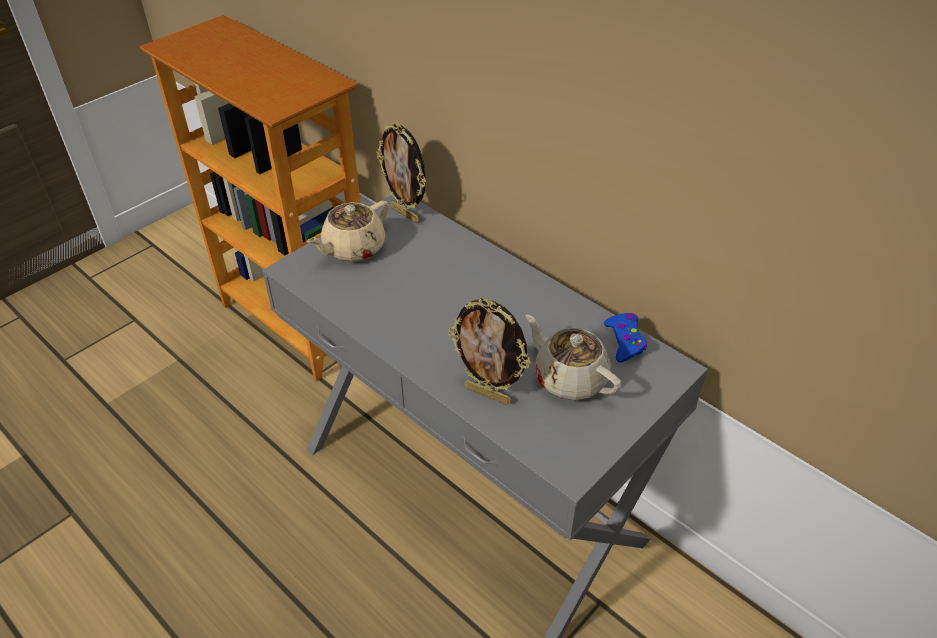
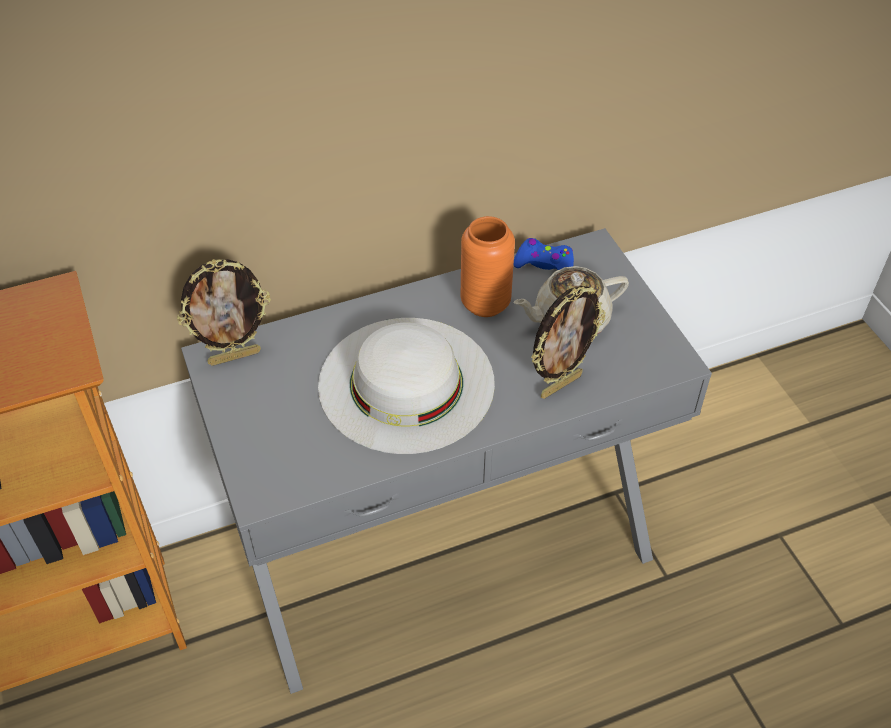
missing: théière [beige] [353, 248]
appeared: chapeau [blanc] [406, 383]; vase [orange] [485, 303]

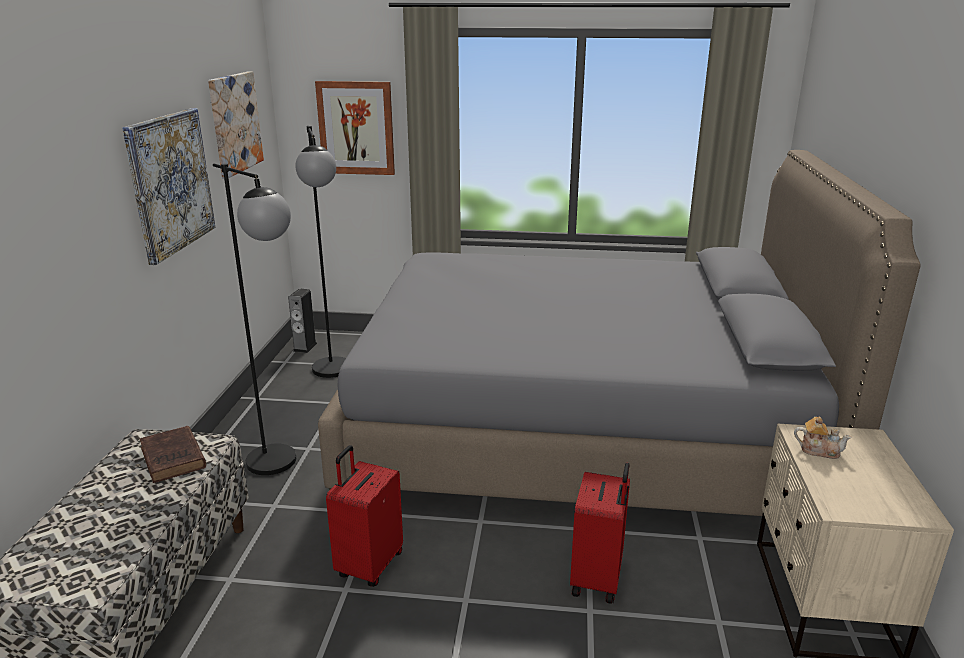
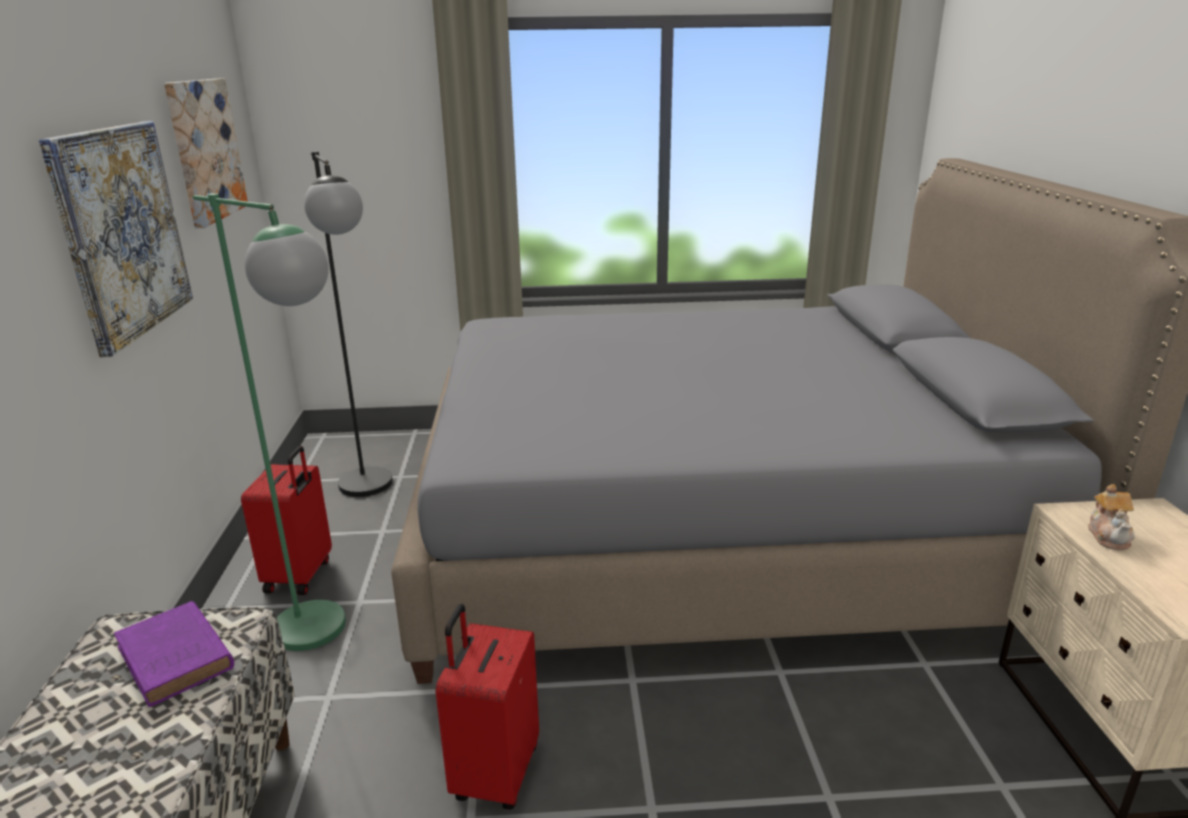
missing: enceinte [305, 347]; tableau [356, 128]
relocated: valise [rouge] [598, 579] to [300, 575]
colour: livre [marron] [173, 459] to livre [violet] [176, 659]; lampadaire [noir] [282, 468] to lampadaire [vert] [327, 636]
spun: théière [818, 450] = [1109, 536] 90 degrees clockwise

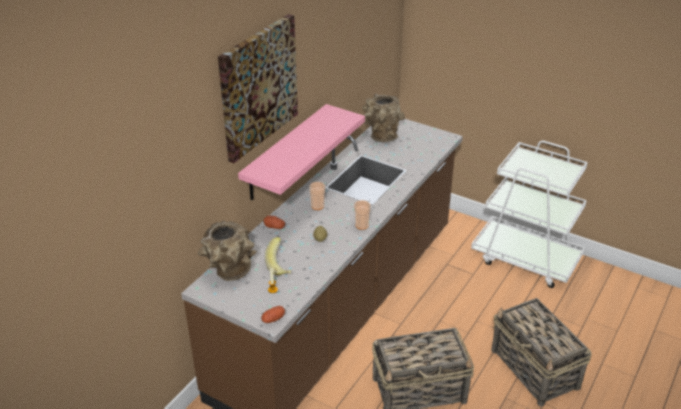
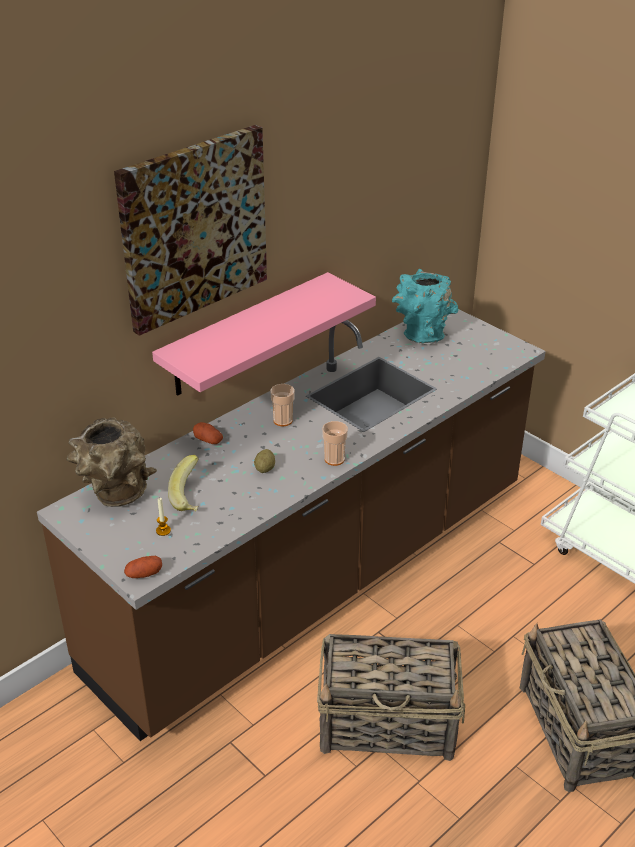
colour: vase [marron] [381, 137] to vase [turquoise] [420, 335]

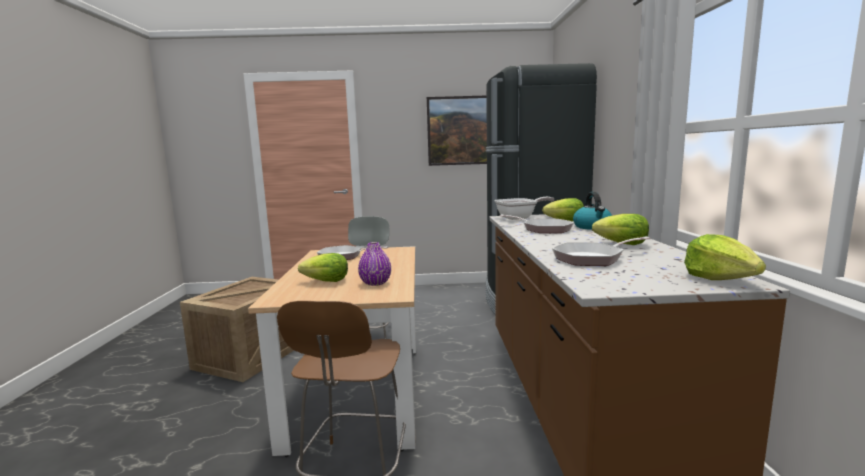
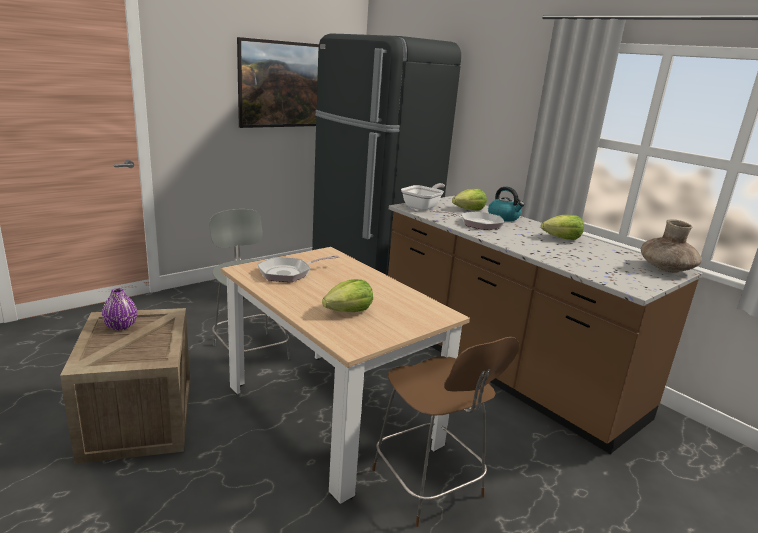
missing: poêle [592, 258]
relocated: vase [violet] [375, 283] to [121, 326]
exchanged: laitue [719, 278] to vase [marron] [666, 268]

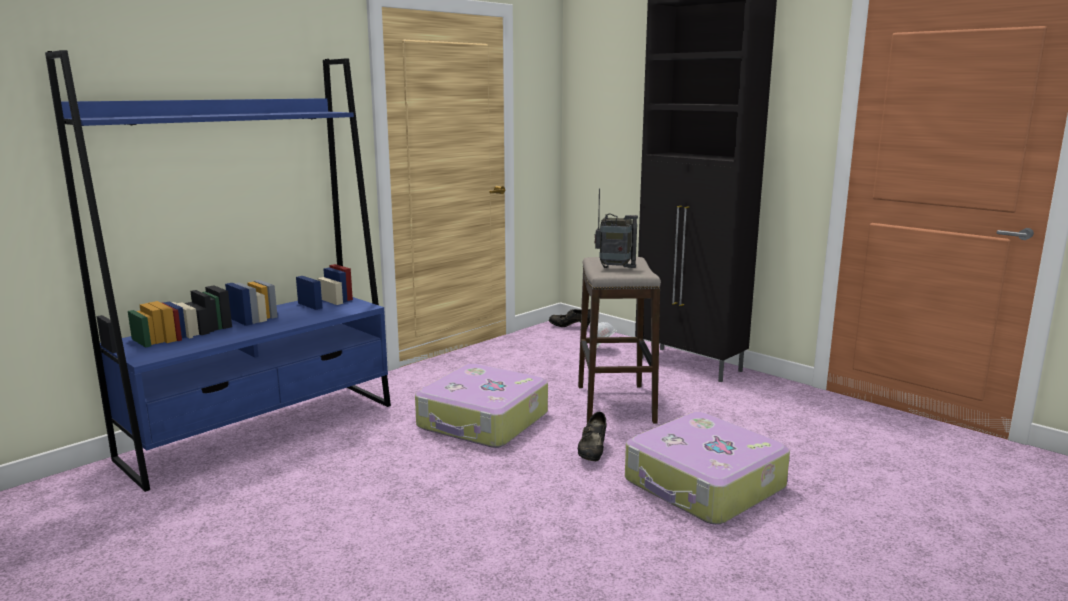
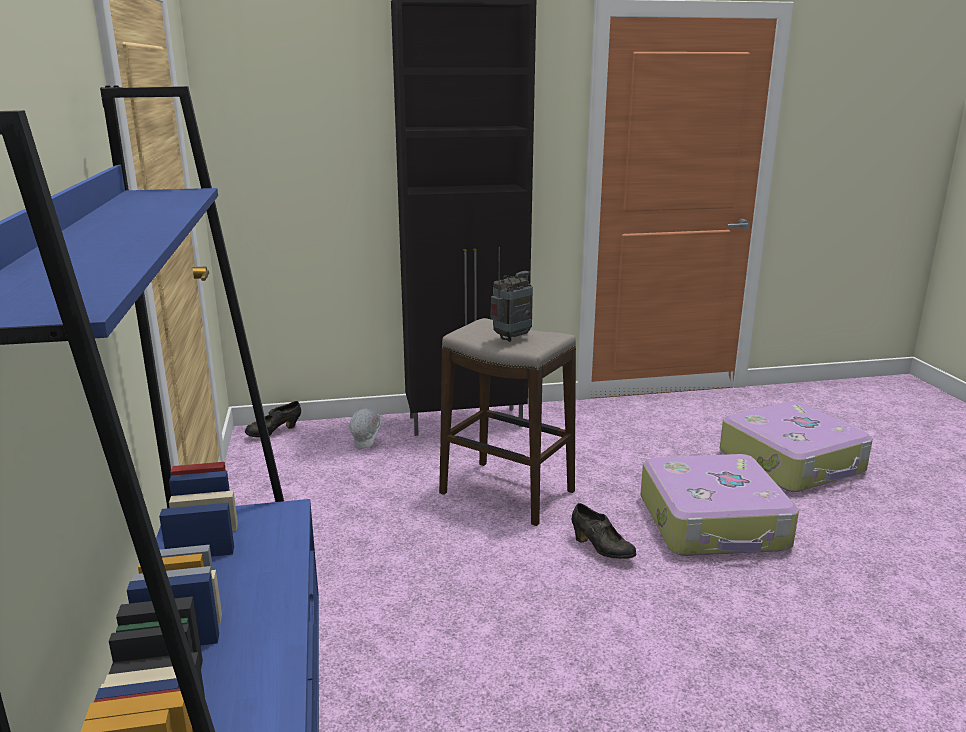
relocated: valise [483, 421] to [792, 462]

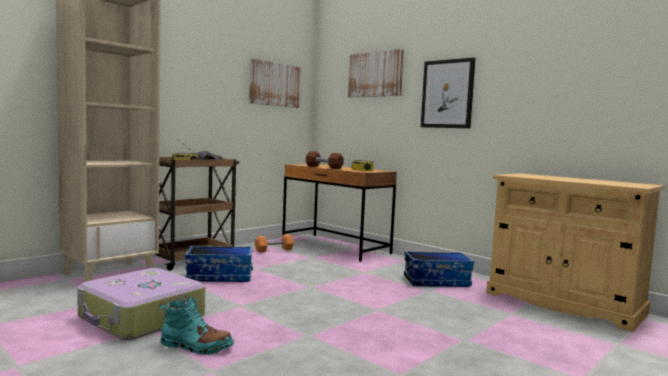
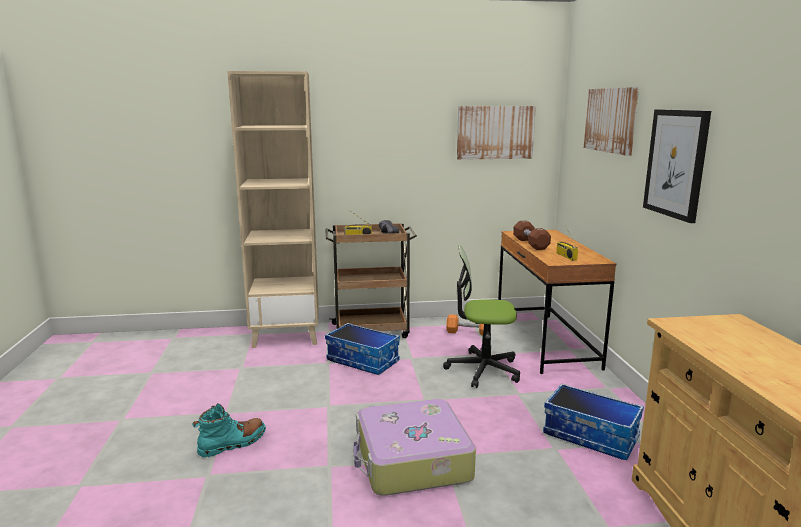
appeared: chaise de bureau [483, 369]
relocated: valise [141, 318] to [411, 461]
spun: botte [turquoise] [196, 346] = [232, 443] 90 degrees counterclockwise

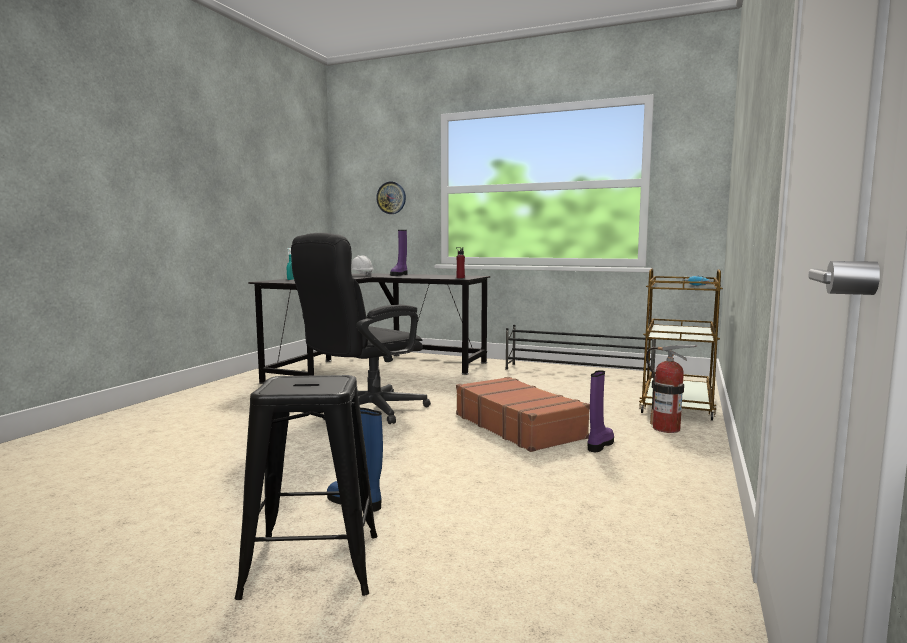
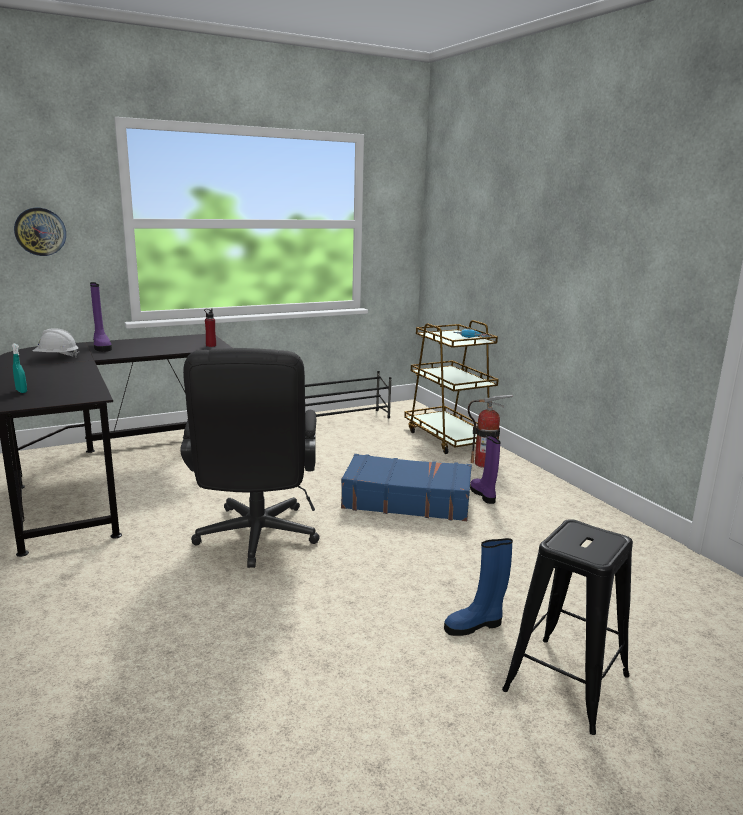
colour: valise [marron] [518, 426] to valise [bleu] [406, 500]

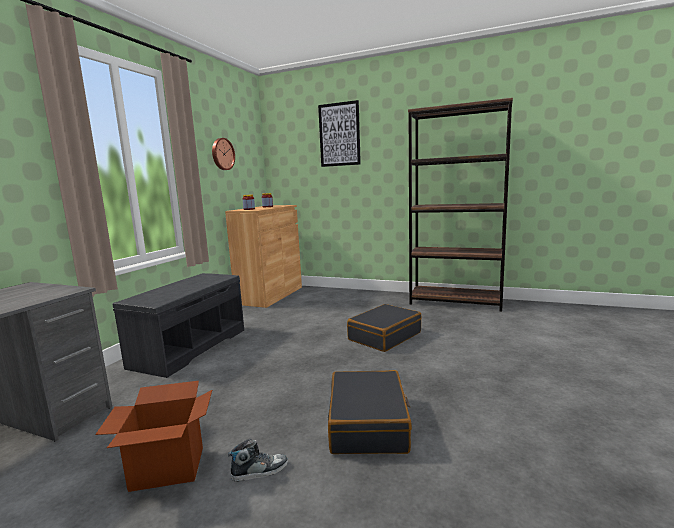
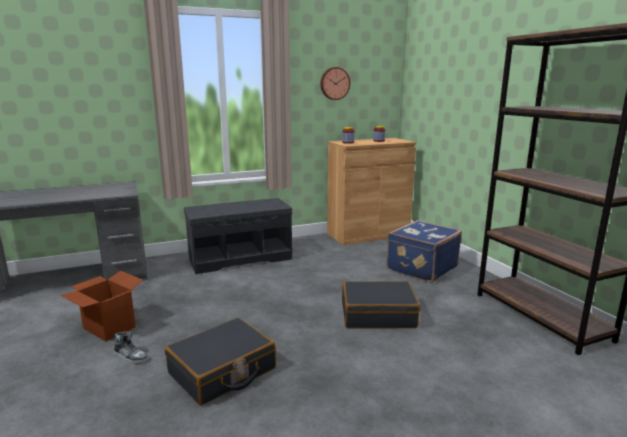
missing: tableau [339, 134]
appeared: valise [bleu] [420, 268]

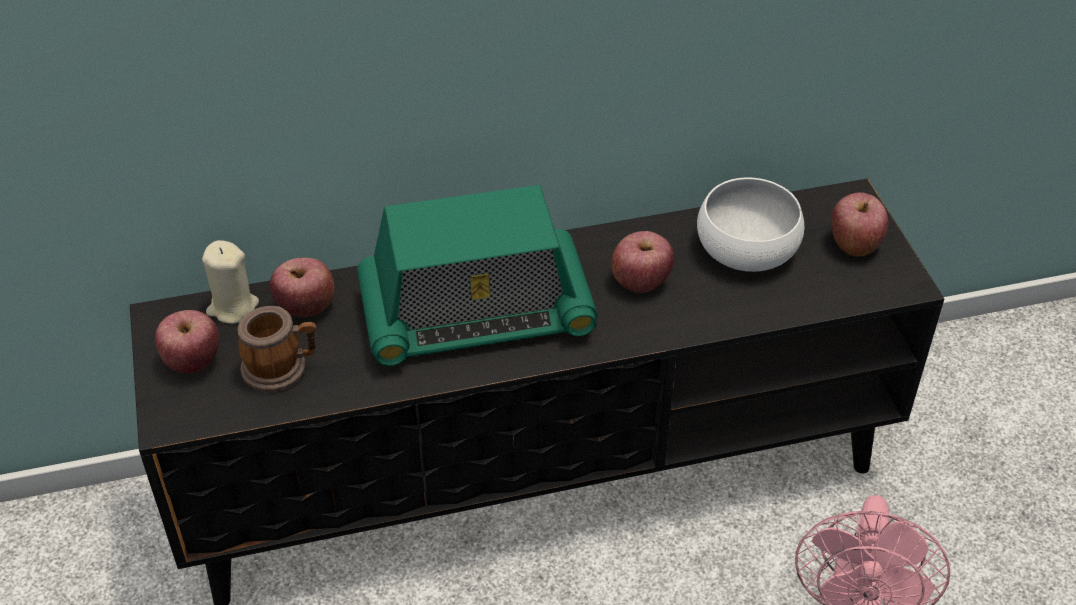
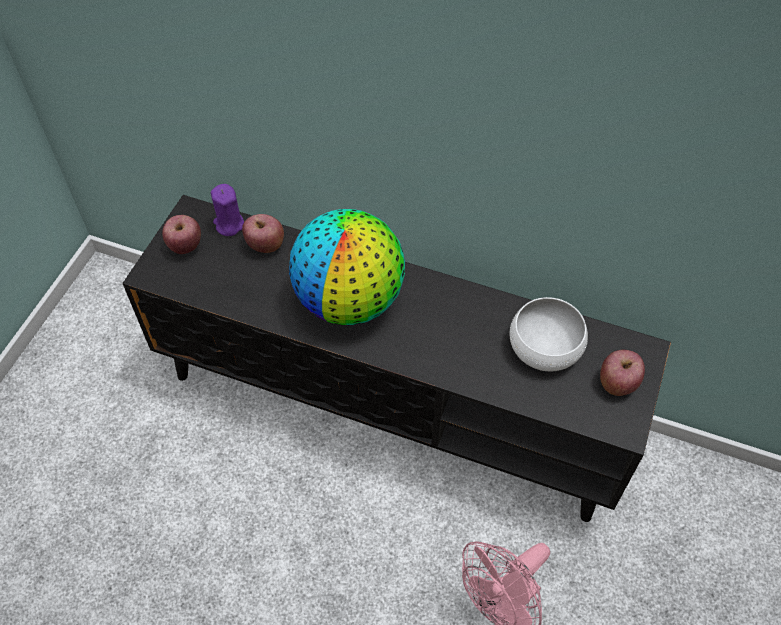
missing: mug [281, 367]; pomme [640, 281]
exchanged: radio [476, 313] to globe [350, 300]
colour: bougie [beige] [232, 307] to bougie [violet] [229, 224]

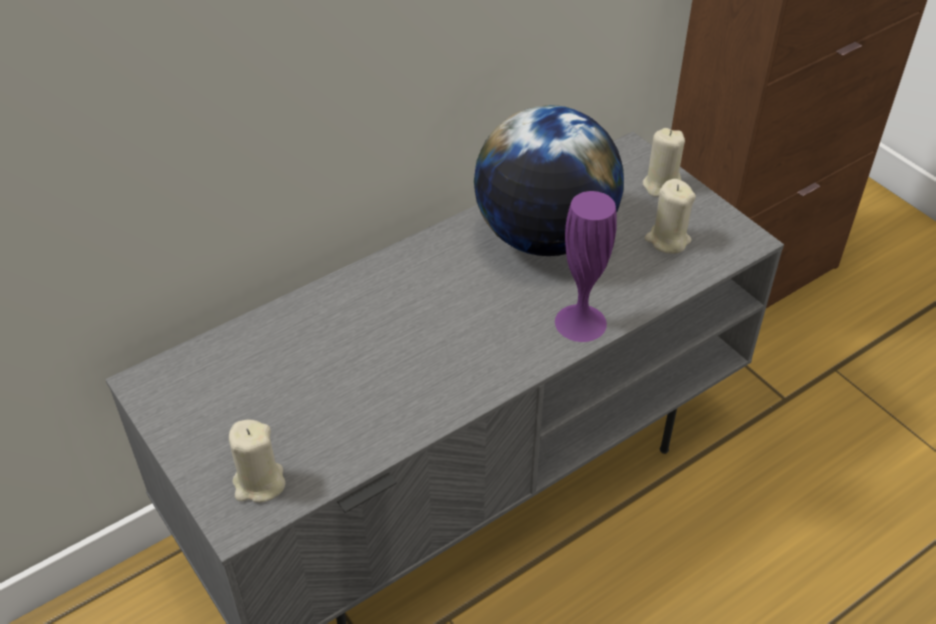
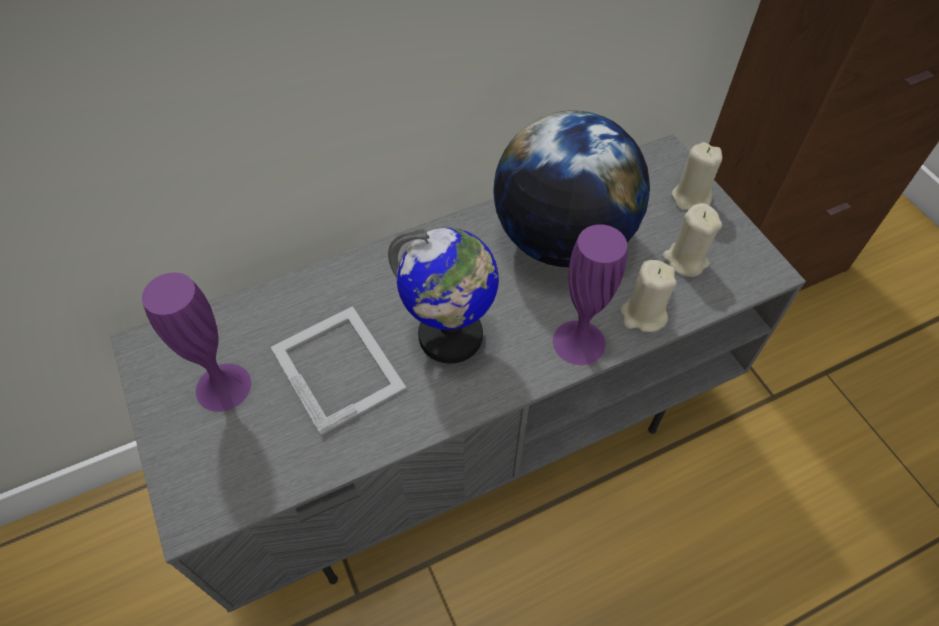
appeared: vase [violet] [223, 387]; cadre photo [338, 366]; globe [450, 336]
relocated: bougie [beige] [259, 483] to [643, 315]

